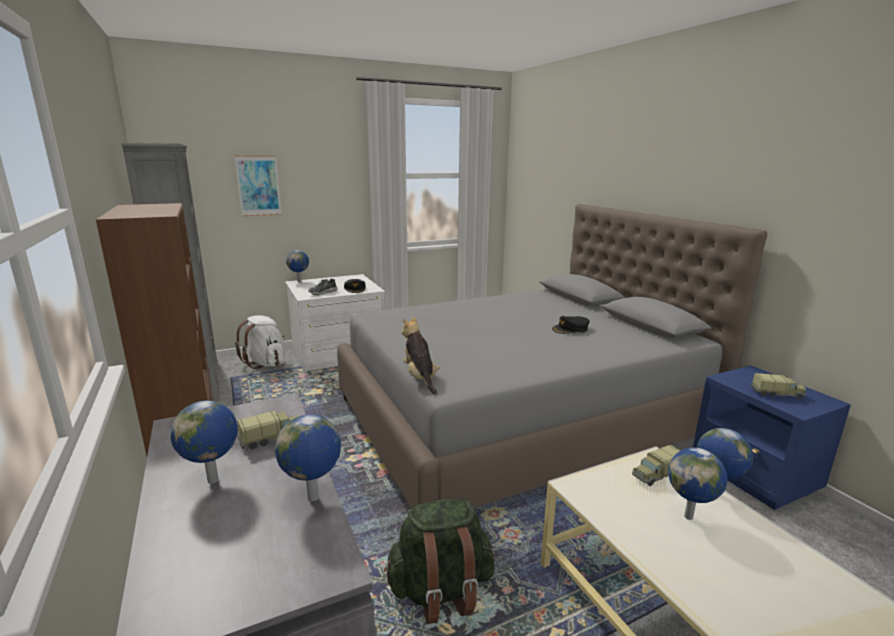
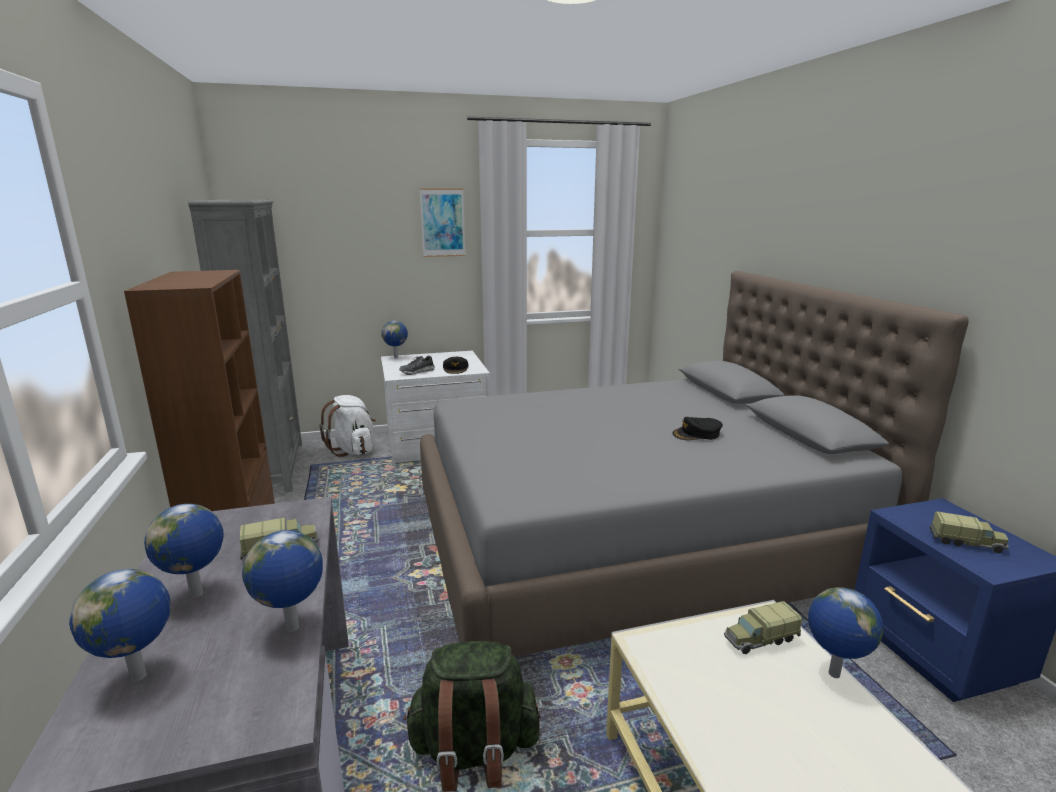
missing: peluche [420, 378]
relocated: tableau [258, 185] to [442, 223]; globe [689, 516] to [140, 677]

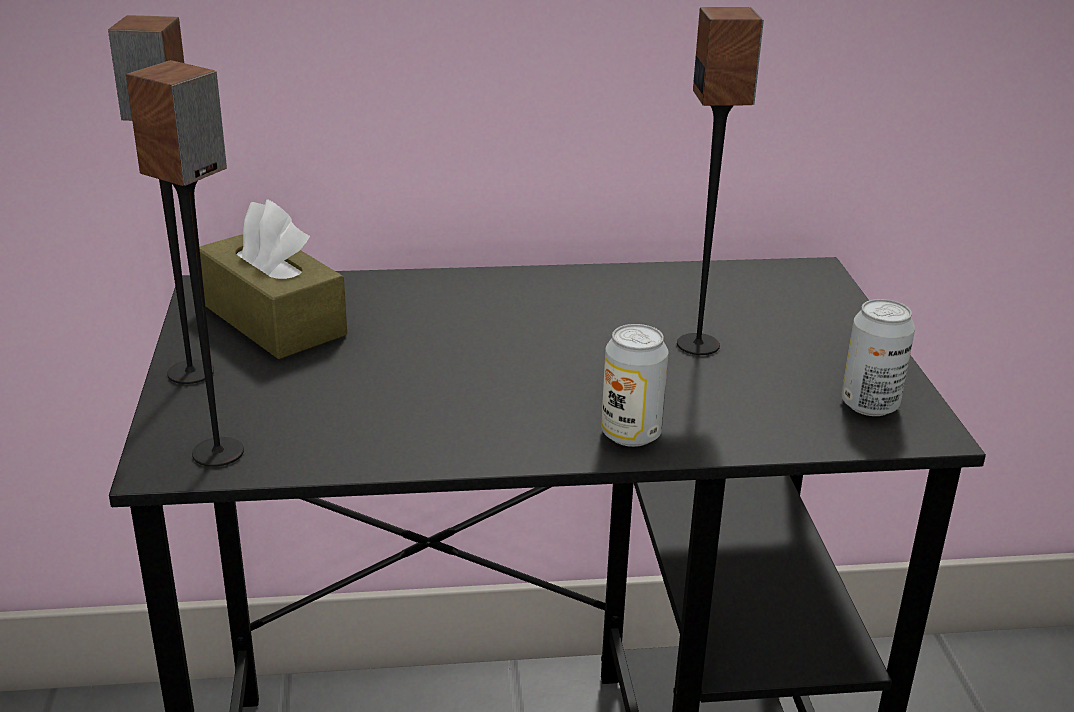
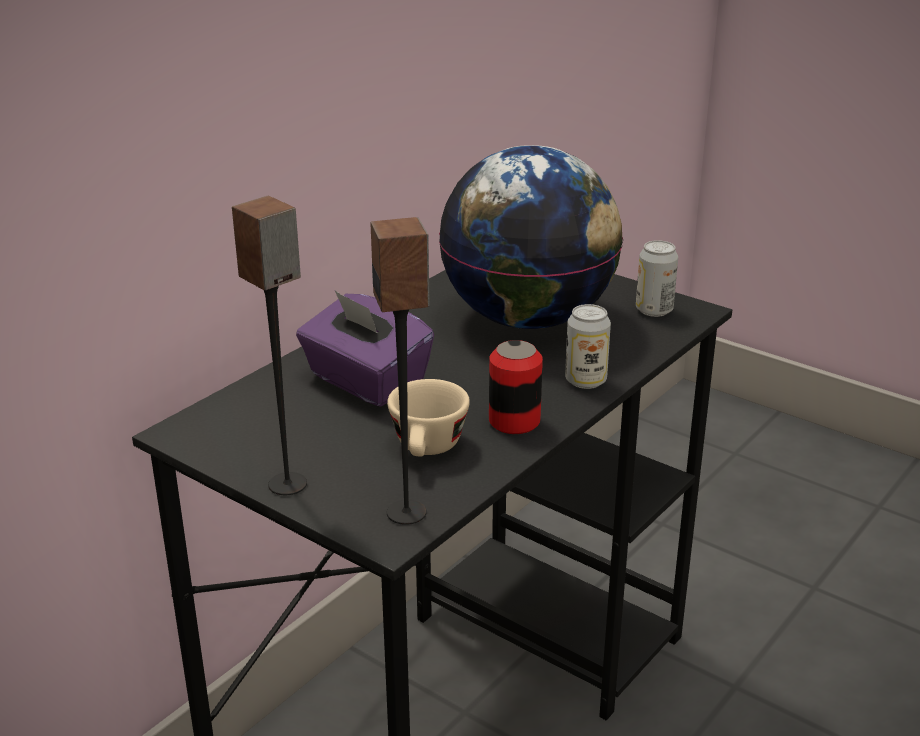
missing: boîte à mouchoirs [marron] [273, 320]
appeared: boîte à mouchoirs [violet] [365, 381]; tasse [beige] [428, 450]; boîte métallique [514, 421]
exchanged: enceinte [699, 345] to globe [529, 319]

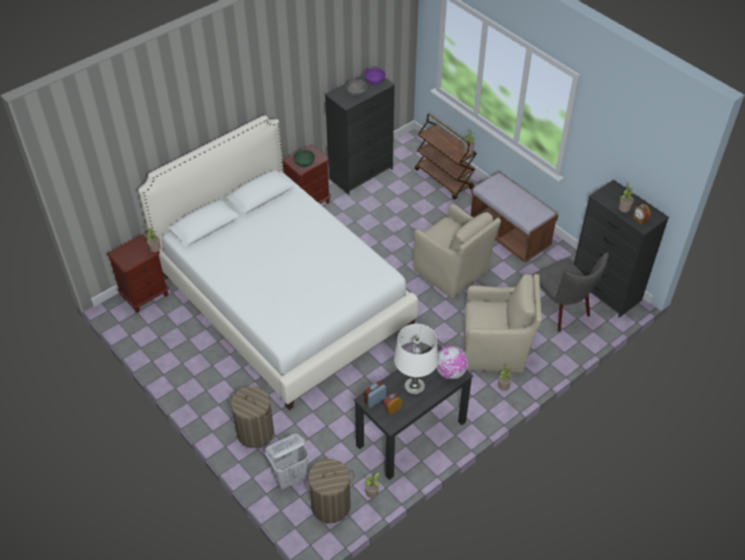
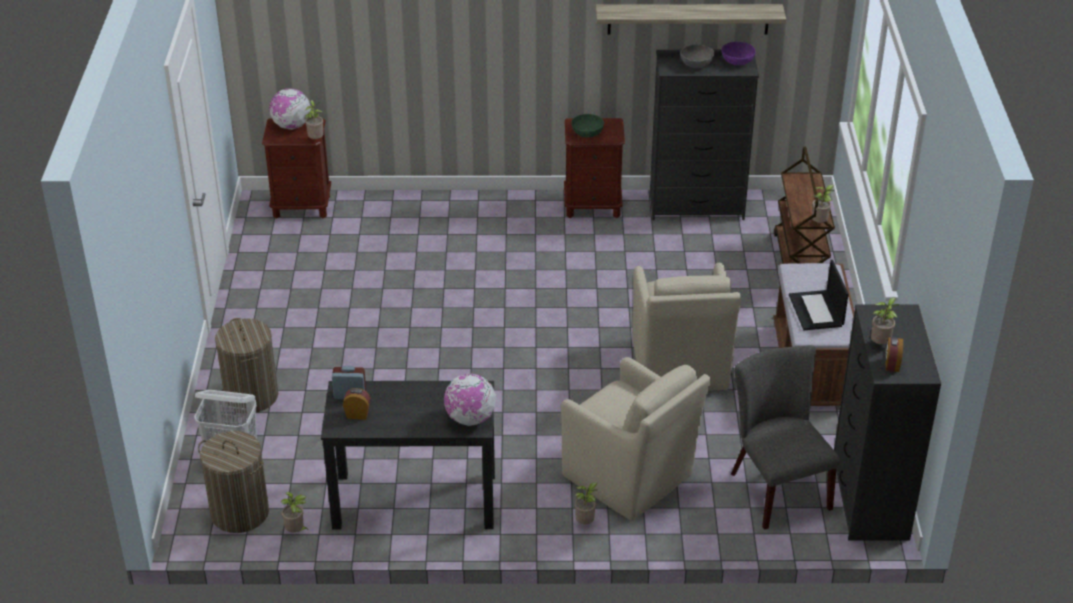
missing: lit [blanc] [284, 299]; lampe de table [blanc] [414, 387]
appeared: globe [291, 126]; étagère [688, 19]; ordinateur portable [817, 311]
spun: chaise [gris] [562, 310] = [775, 487] 150 degrees clockwise

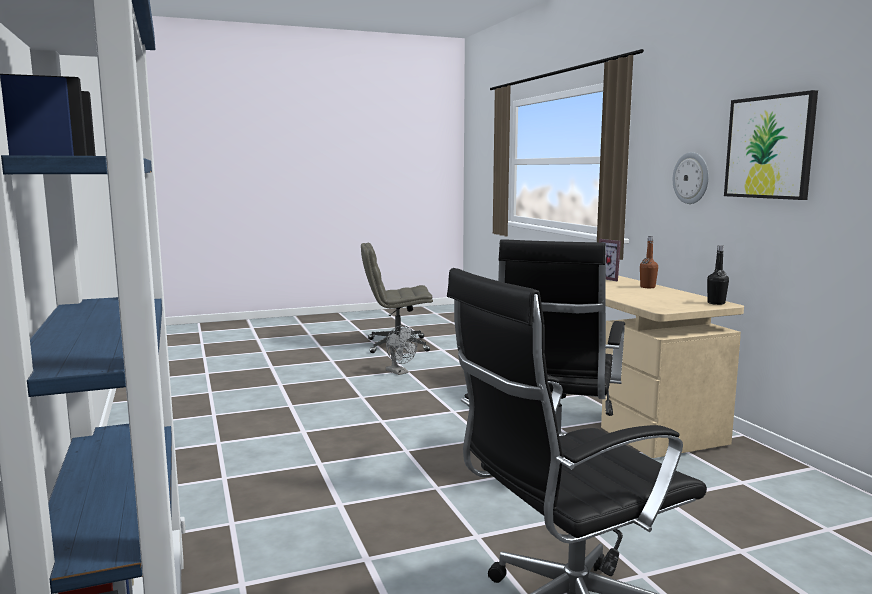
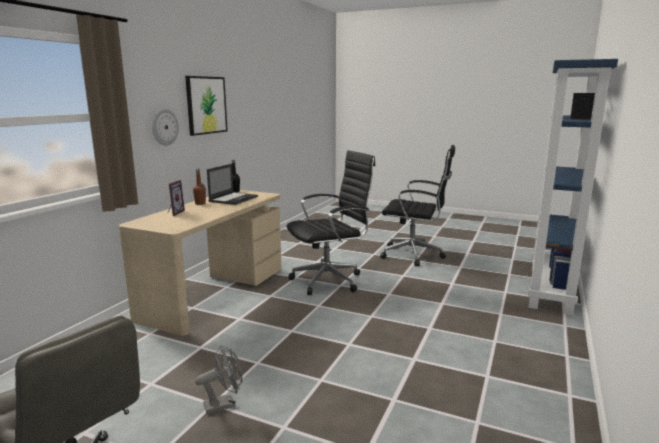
appeared: ordinateur portable [234, 199]
spun: ventilateur [gris] [399, 372] = [224, 404] 60 degrees clockwise

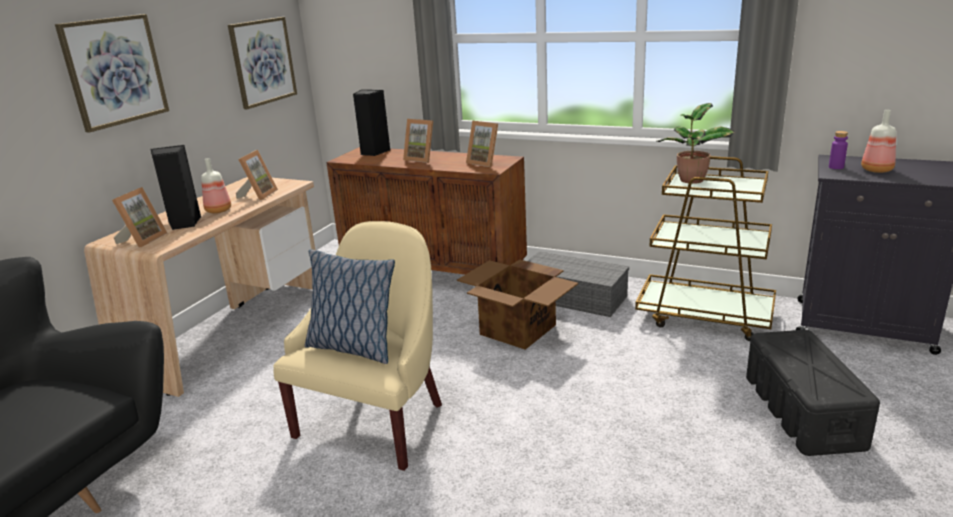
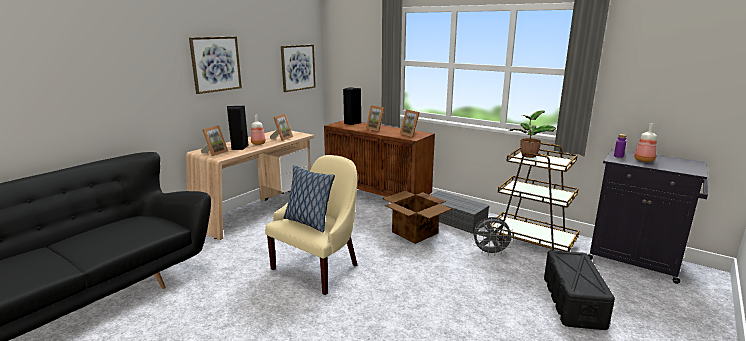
appeared: ventilateur [gris] [490, 253]

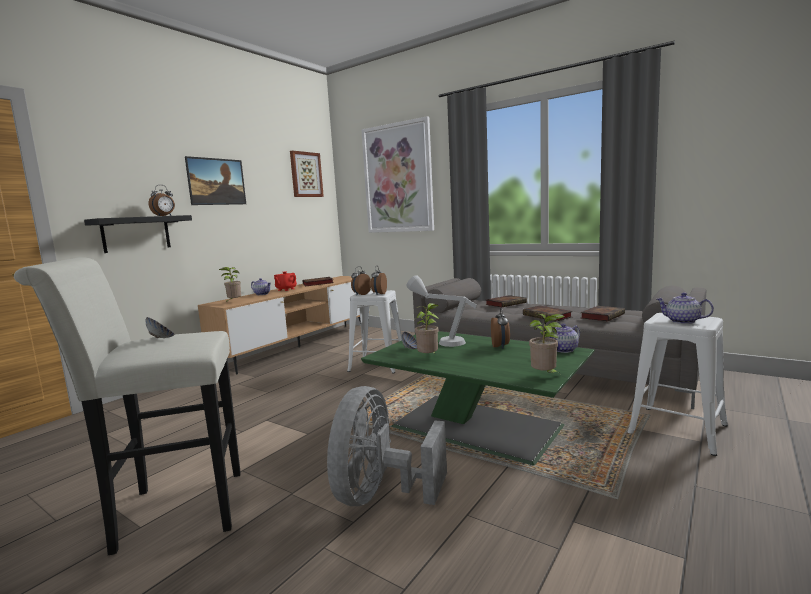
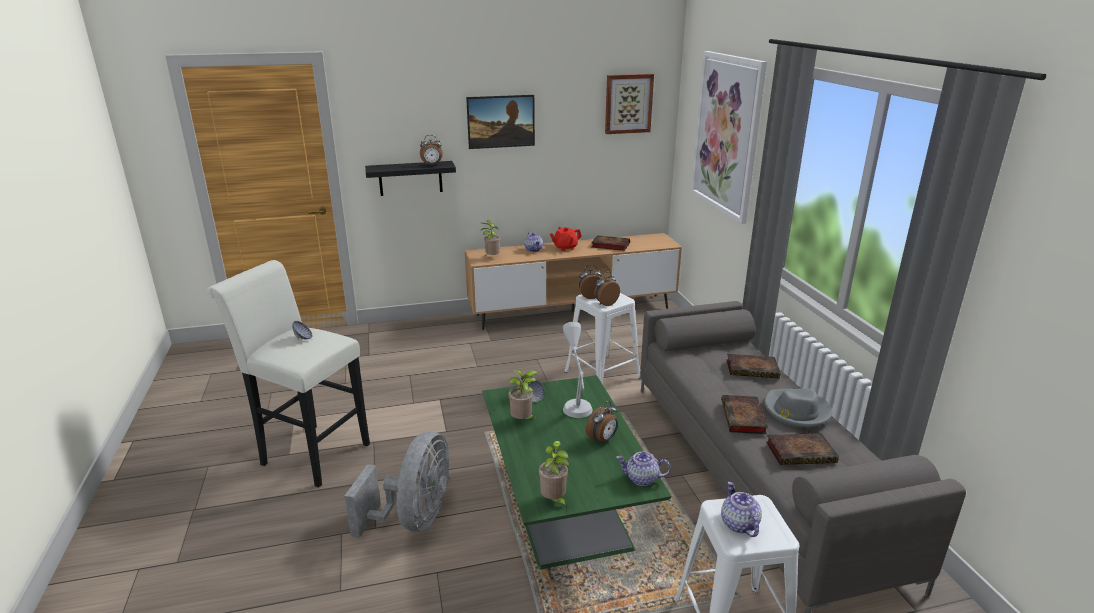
appeared: chapeau [gris] [796, 411]
spun: ventilateur [gris] [380, 495] = [414, 519] 135 degrees clockwise

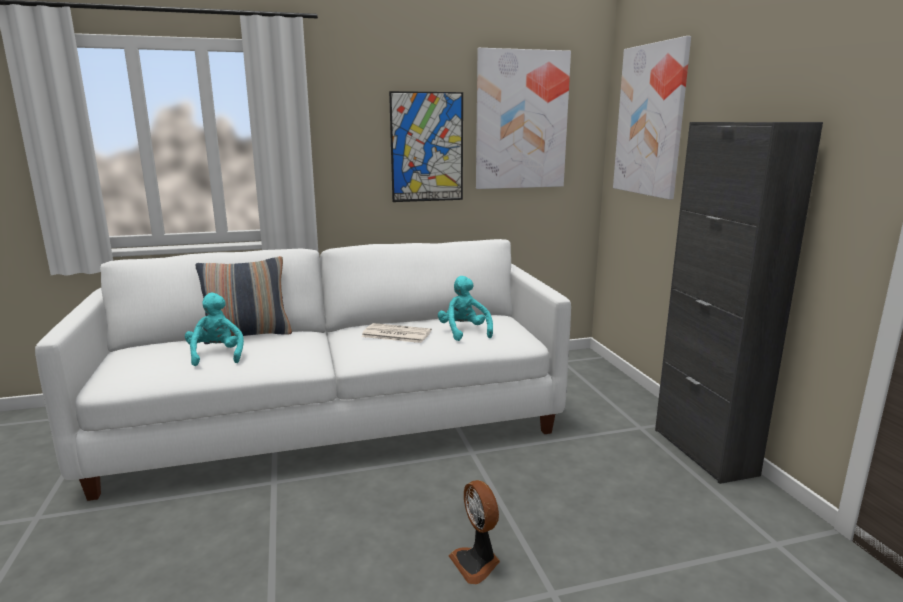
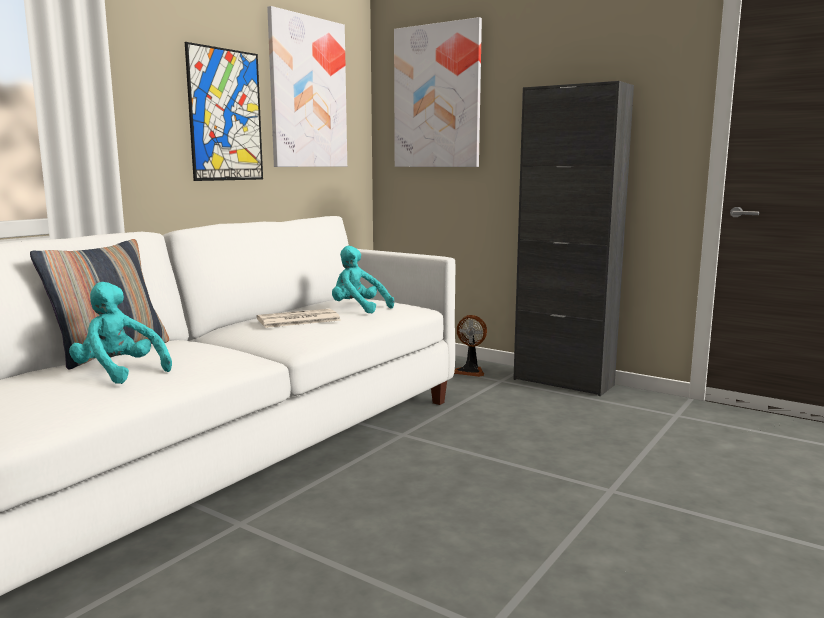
relocated: ventilateur [477, 563] to [470, 371]

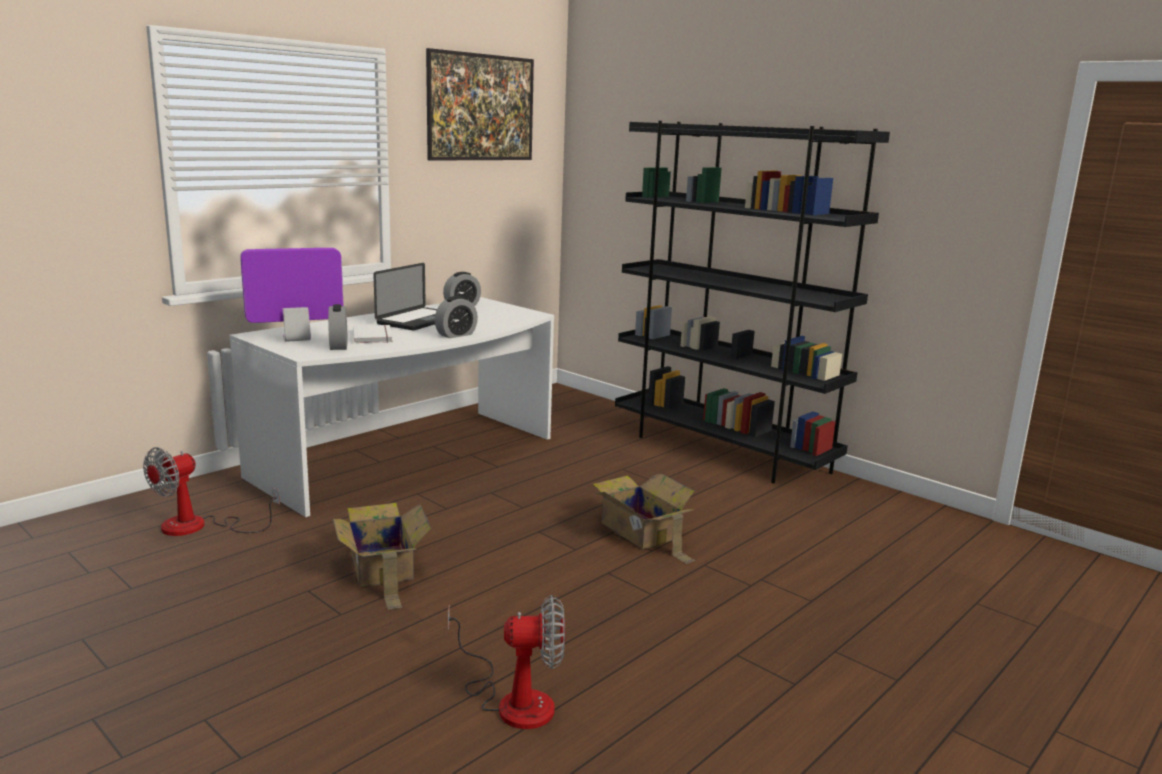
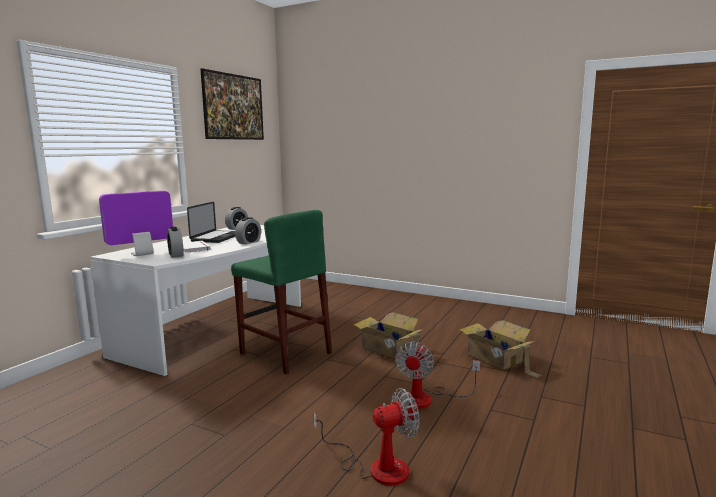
missing: bibliothèque [noir] [722, 451]
appeared: tabouret [vert] [285, 353]
relocated: ventilateur [199, 527] to [427, 398]; carton [381, 568] to [496, 359]

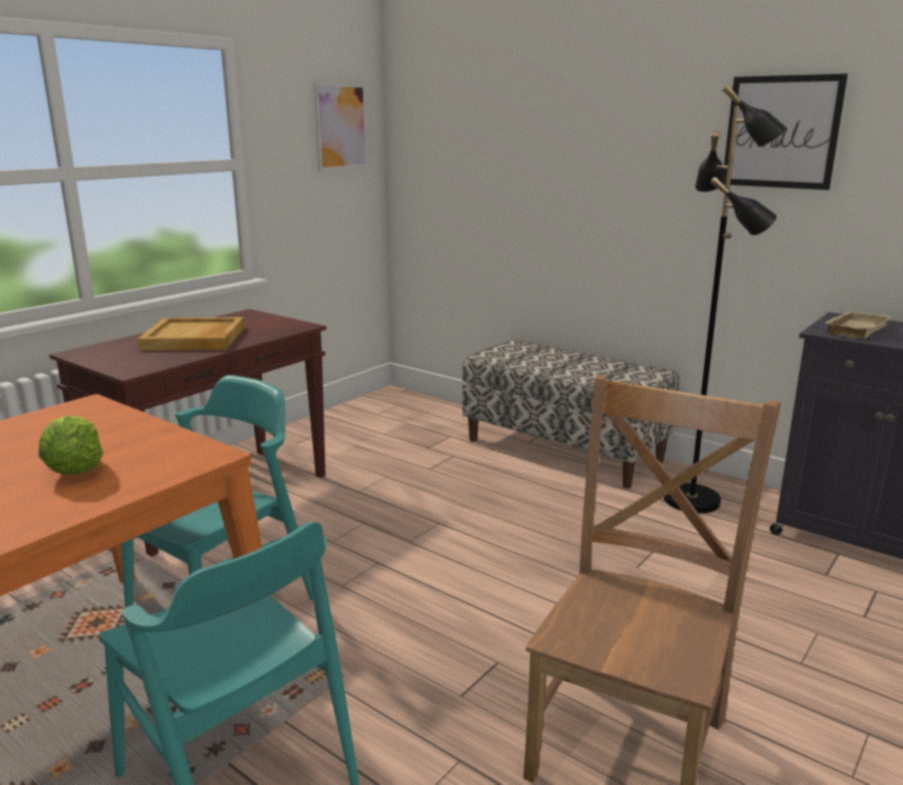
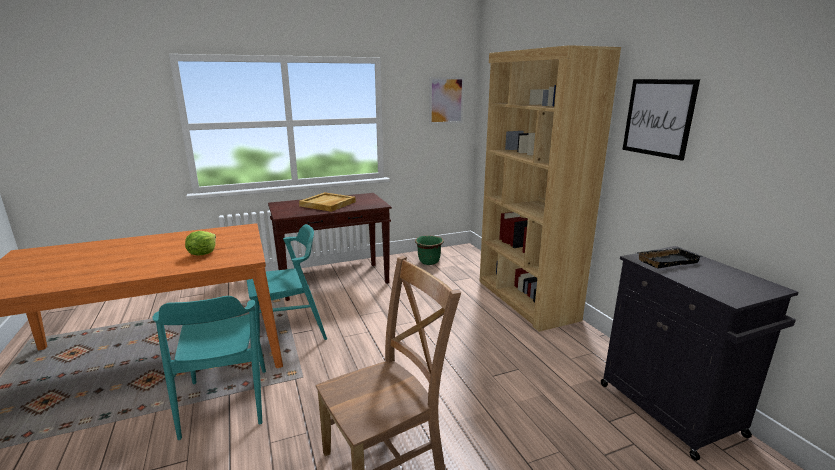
missing: lampadaire [noir] [693, 500]
appeared: cache-pot [vert] [429, 262]
exchanged: banc [564, 450] to bibliothèque [marron] [525, 300]
colour: plateau [beige] [853, 329] to plateau [noir] [666, 260]

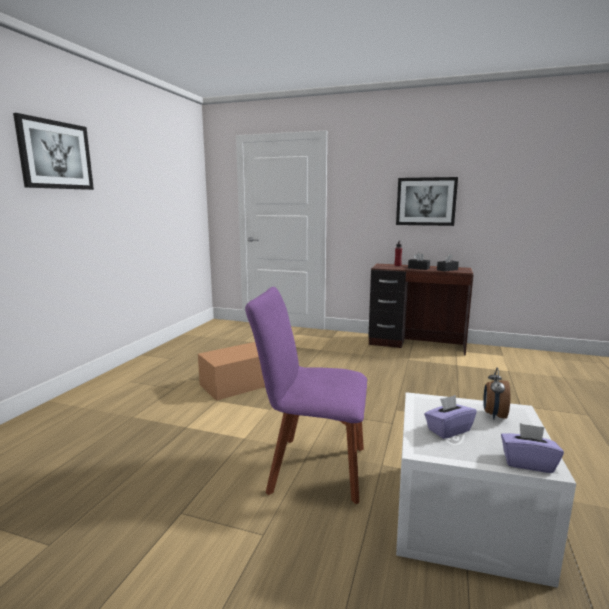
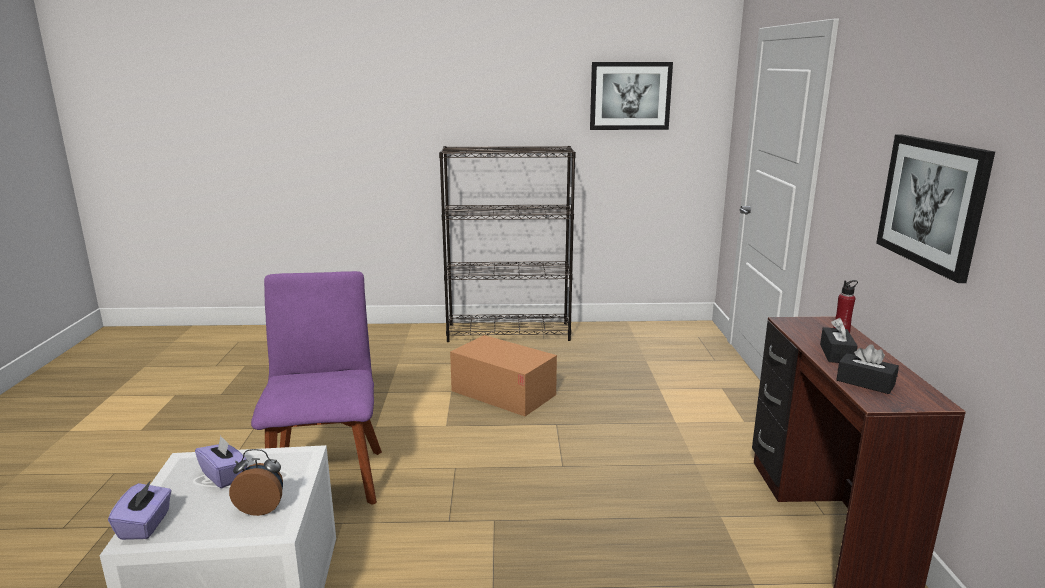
appeared: bibliothèque [noir] [509, 332]
relocated: tableau [55, 155] to [630, 96]

